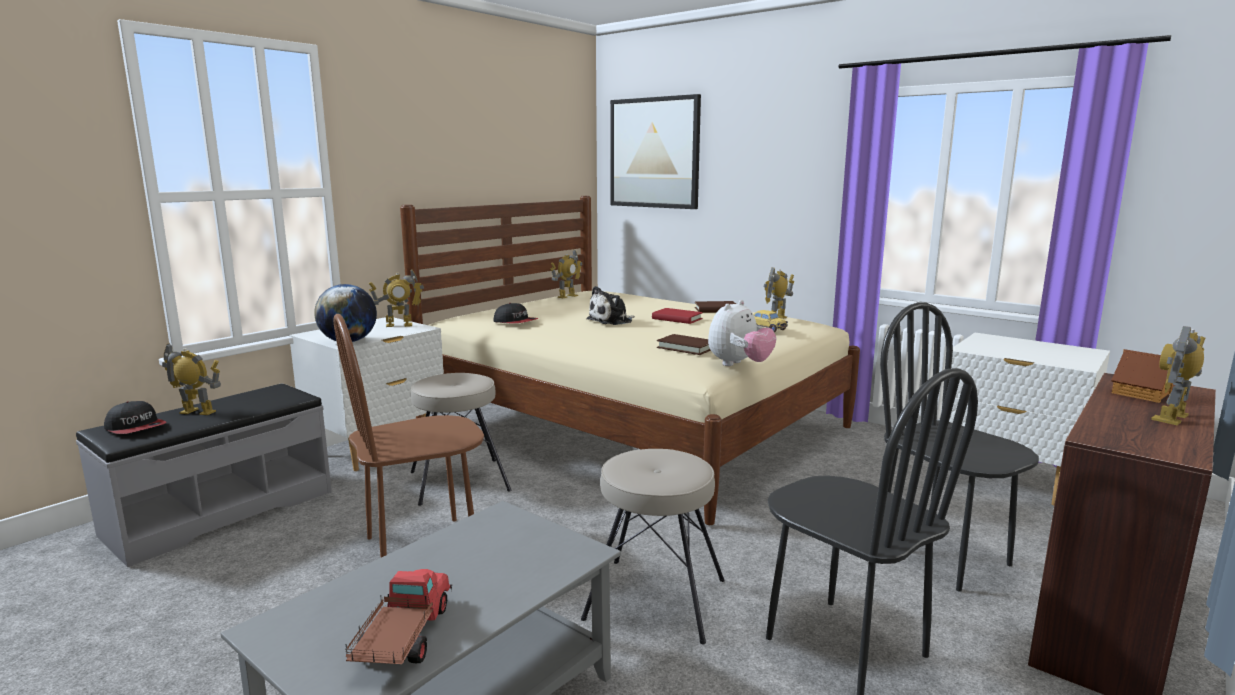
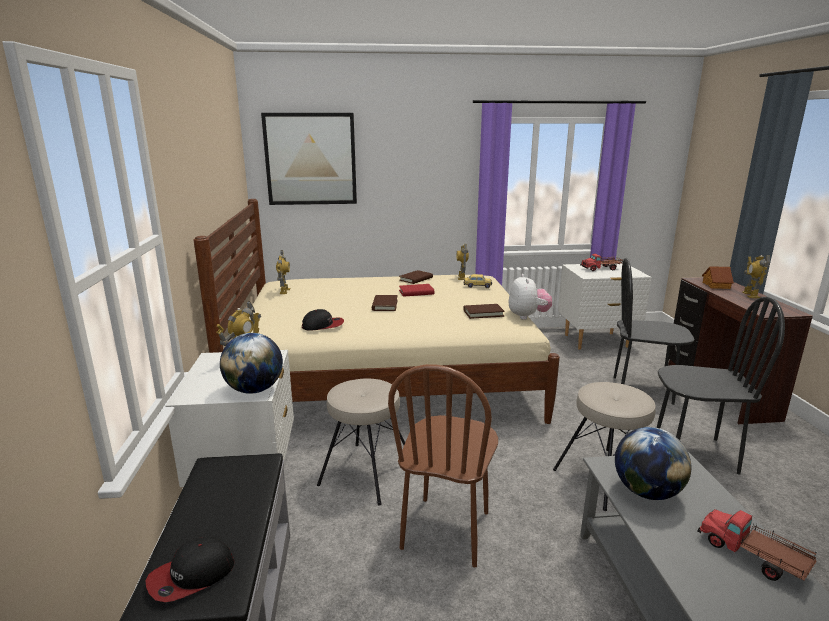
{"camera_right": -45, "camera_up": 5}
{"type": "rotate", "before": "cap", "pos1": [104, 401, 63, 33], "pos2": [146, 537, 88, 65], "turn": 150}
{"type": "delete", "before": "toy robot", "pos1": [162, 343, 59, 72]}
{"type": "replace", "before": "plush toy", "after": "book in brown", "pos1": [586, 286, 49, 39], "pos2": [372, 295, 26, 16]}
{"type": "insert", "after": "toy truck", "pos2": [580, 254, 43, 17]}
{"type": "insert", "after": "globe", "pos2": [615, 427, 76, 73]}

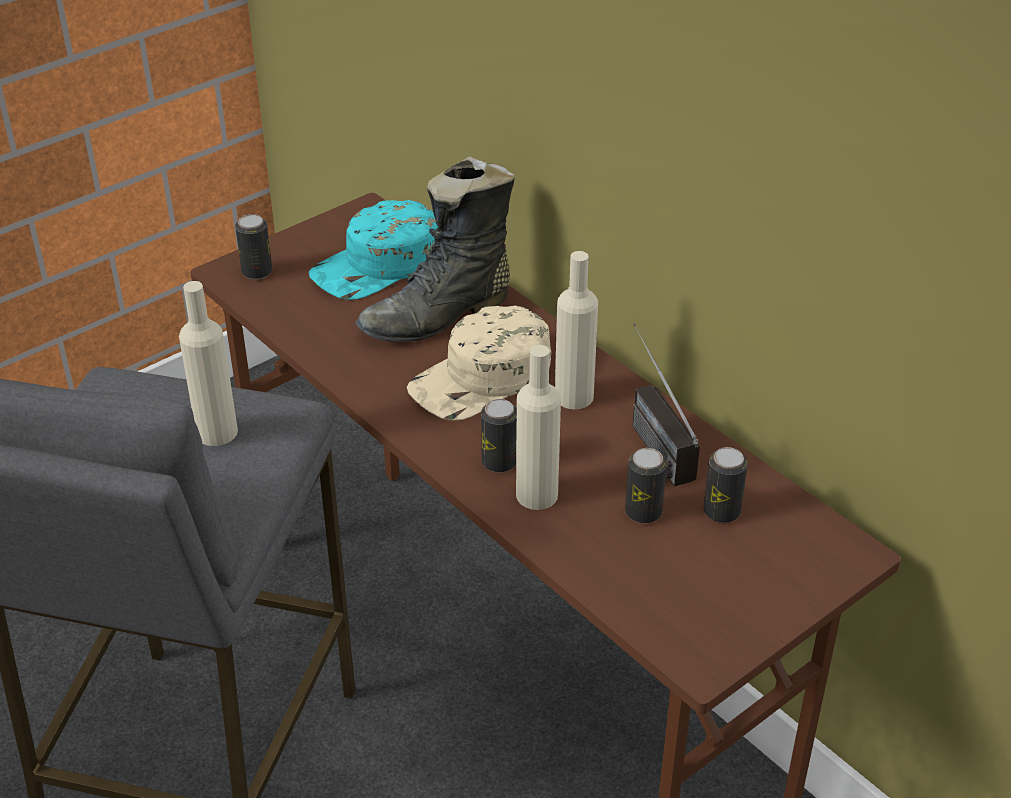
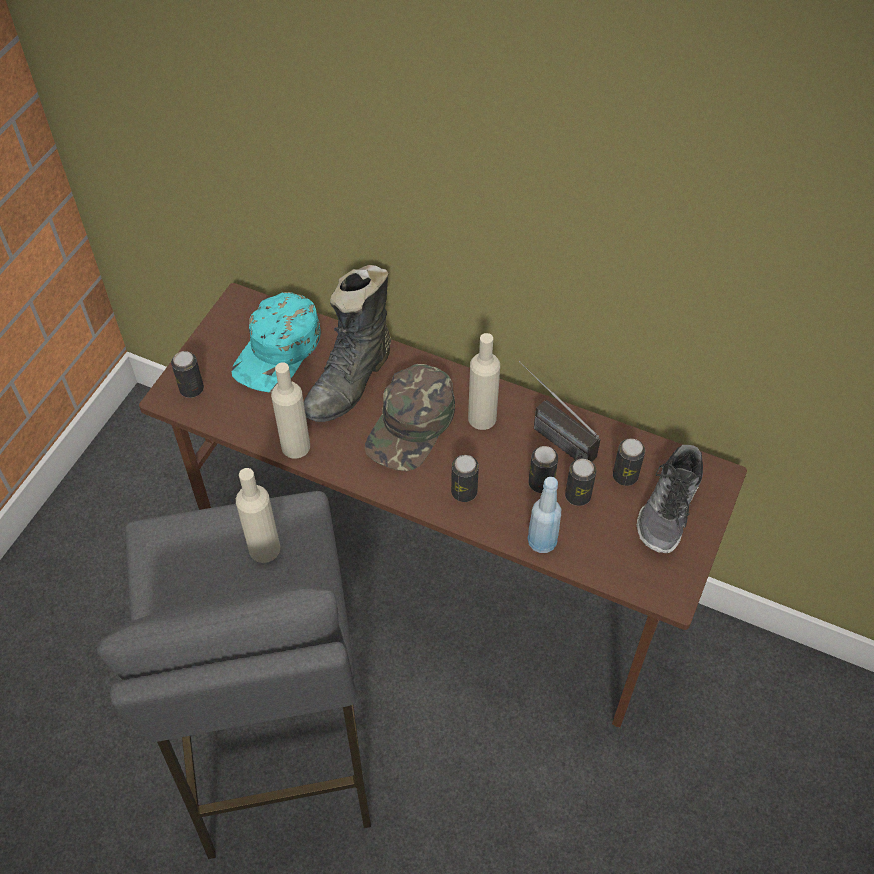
{"camera_right": -25, "camera_up": 15}
{"type": "recolor", "before": "cap in beige", "after": "cap in green", "pos1": [407, 305, 144, 115], "pos2": [365, 364, 90, 107]}
{"type": "move", "before": "bottle in beige", "pos1": [516, 345, 45, 165], "pos2": [271, 362, 39, 97]}
{"type": "insert", "after": "bottle in blue", "pos2": [528, 477, 33, 76]}
{"type": "insert", "after": "can", "pos2": [529, 446, 29, 47]}
{"type": "insert", "after": "shoe", "pos2": [637, 445, 66, 108]}

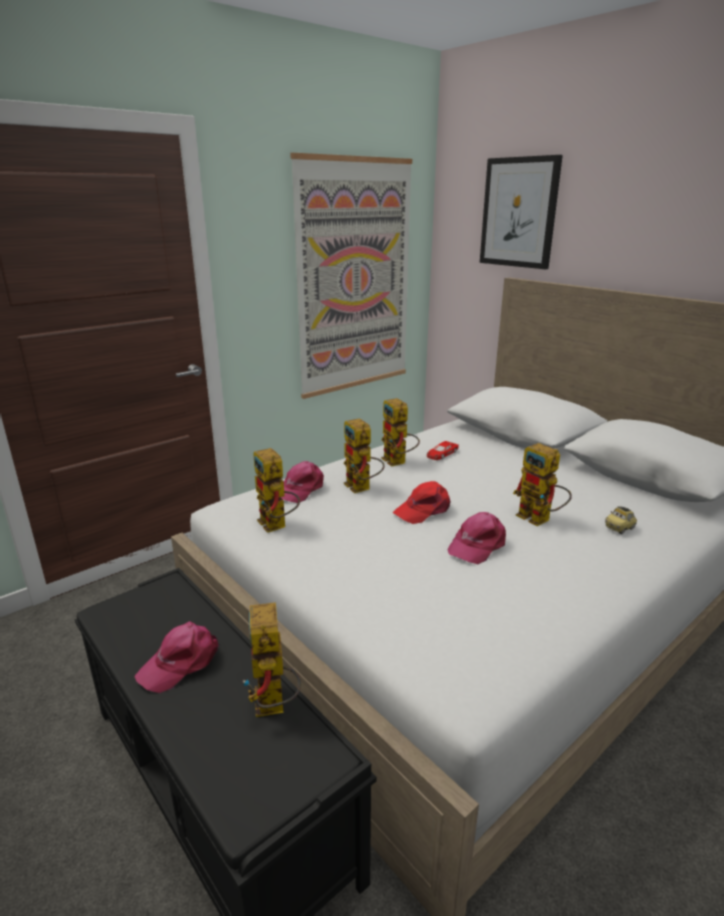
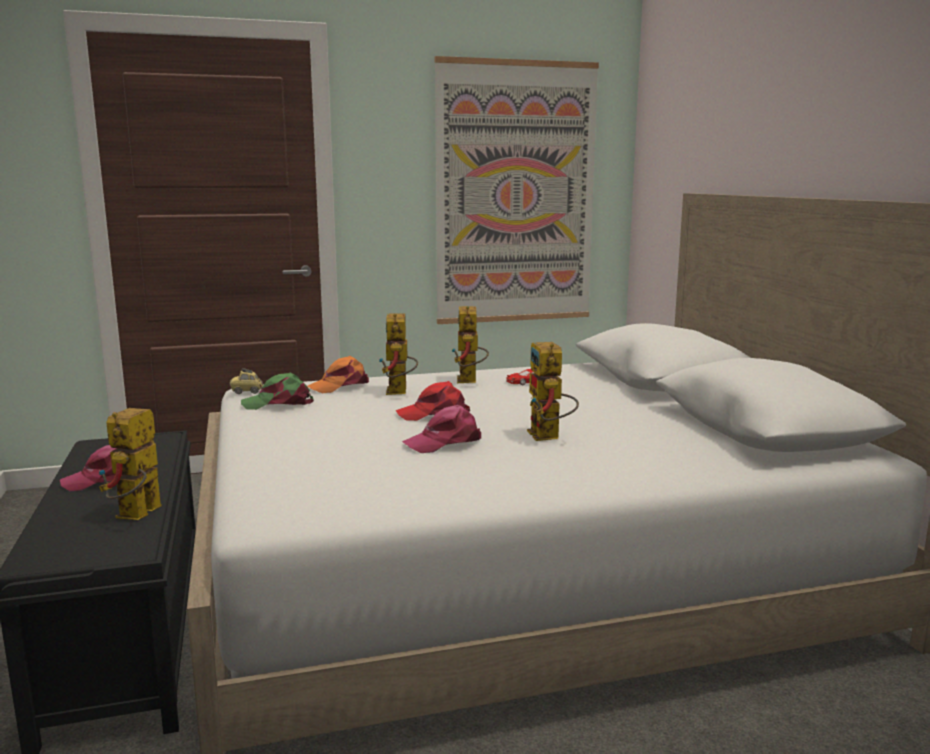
{"camera_right": 25, "camera_up": -10}
{"type": "replace", "before": "toy robot", "after": "cap in green", "pos1": [253, 448, 47, 85], "pos2": [241, 372, 73, 38]}
{"type": "recolor", "before": "cap in pink", "after": "cap in orange", "pos1": [281, 461, 43, 42], "pos2": [307, 356, 62, 38]}
{"type": "delete", "before": "picture", "pos1": [480, 155, 83, 114]}
{"type": "move", "before": "toy car", "pos1": [605, 506, 32, 28], "pos2": [230, 368, 34, 26]}

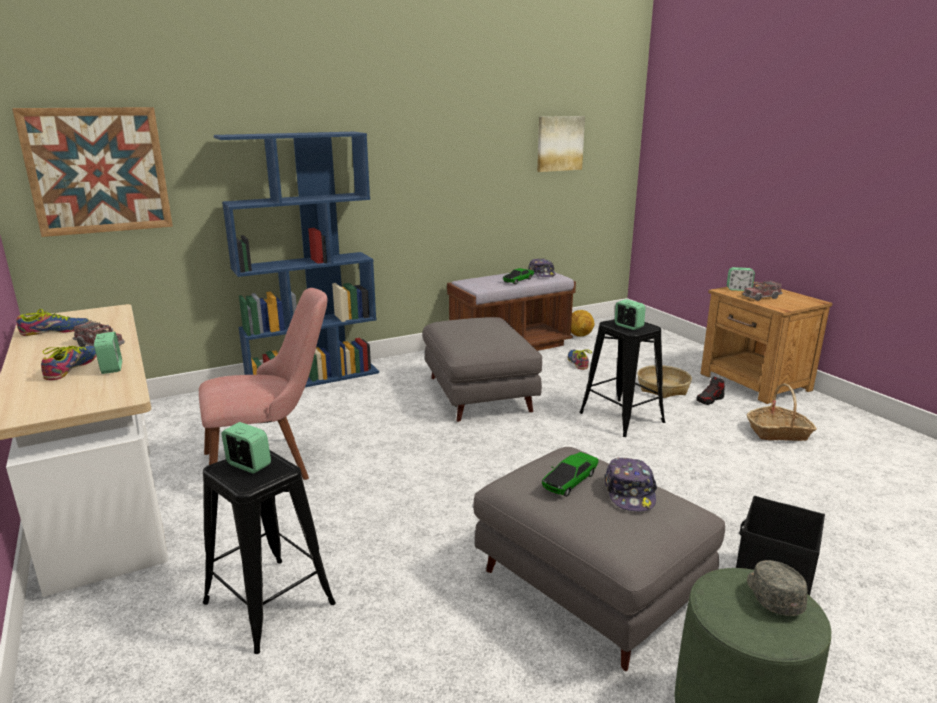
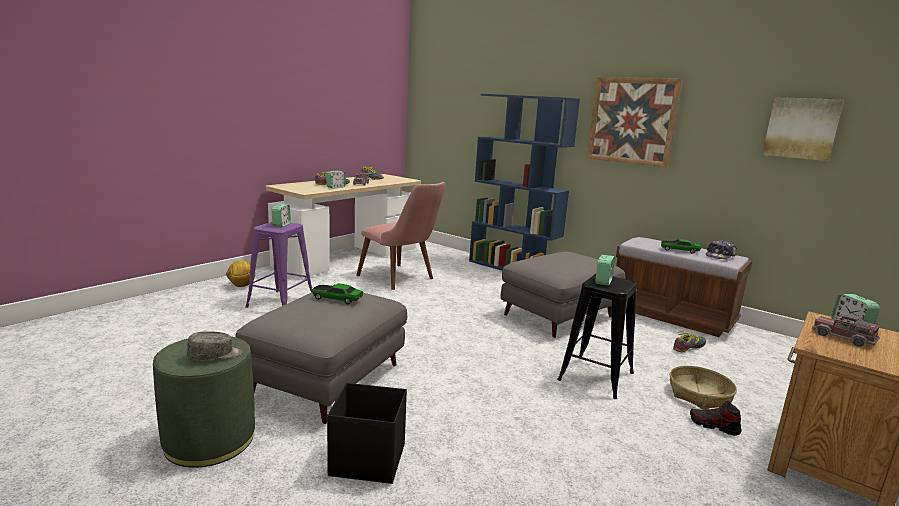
{"camera_right": 65, "camera_up": -5}
{"type": "move", "before": "picture", "pos1": [12, 107, 161, 130], "pos2": [587, 77, 96, 91]}
{"type": "recolor", "before": "stool in black", "after": "stool in purple", "pos1": [203, 450, 133, 204], "pos2": [245, 222, 68, 86]}
{"type": "move", "before": "football", "pos1": [571, 310, 23, 27], "pos2": [226, 260, 29, 27]}
{"type": "delete", "before": "cap", "pos1": [605, 457, 53, 55]}
{"type": "delete", "before": "basket", "pos1": [747, 383, 70, 58]}

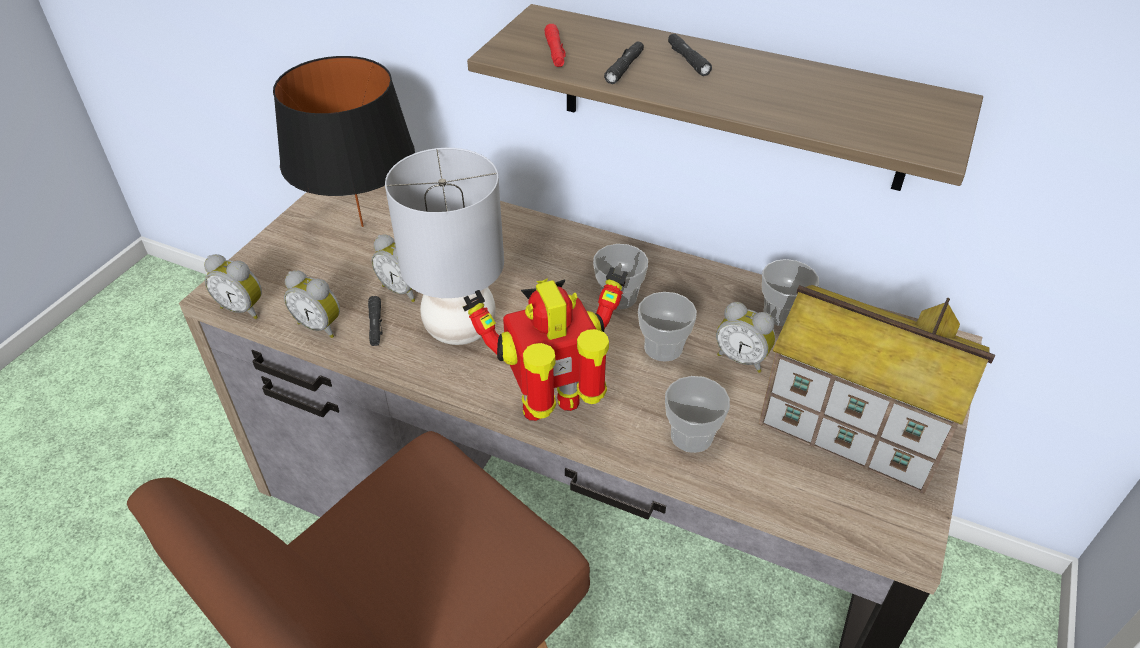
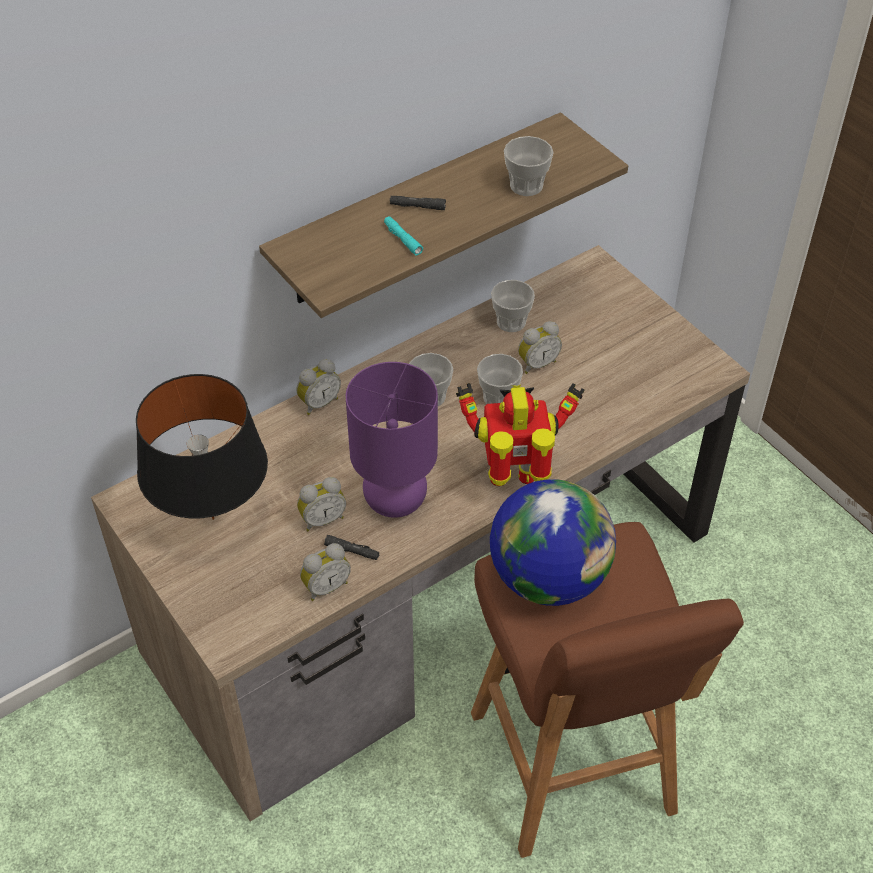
{"camera_right": -60, "camera_up": 5}
{"type": "move", "before": "alarm clock", "pos1": [204, 254, 58, 65], "pos2": [297, 359, 44, 56]}
{"type": "recolor", "before": "table lamp in grey", "after": "table lamp in purple", "pos1": [385, 148, 119, 197], "pos2": [346, 362, 92, 156]}
{"type": "rotate", "before": "toy robot", "pos1": [463, 267, 165, 154], "pos2": [456, 383, 129, 103], "turn": 75}
{"type": "delete", "before": "flashlight in red", "pos1": [545, 24, 21, 43]}
{"type": "recolor", "before": "flashlight in black", "after": "flashlight in turquoise", "pos1": [604, 41, 40, 43], "pos2": [384, 216, 39, 40]}
{"type": "move", "before": "cup", "pos1": [665, 376, 65, 77], "pos2": [504, 136, 50, 60]}
{"type": "delete", "before": "toy house", "pos1": [759, 285, 236, 209]}
{"type": "insert", "after": "globe", "pos2": [490, 479, 126, 127]}

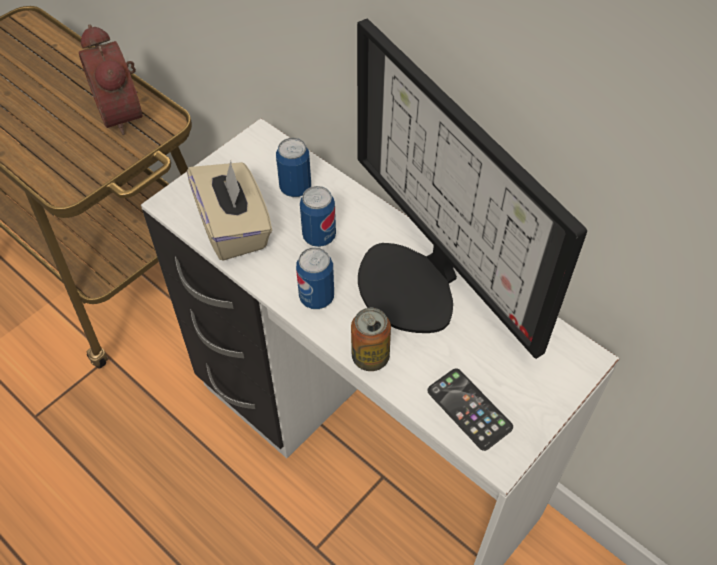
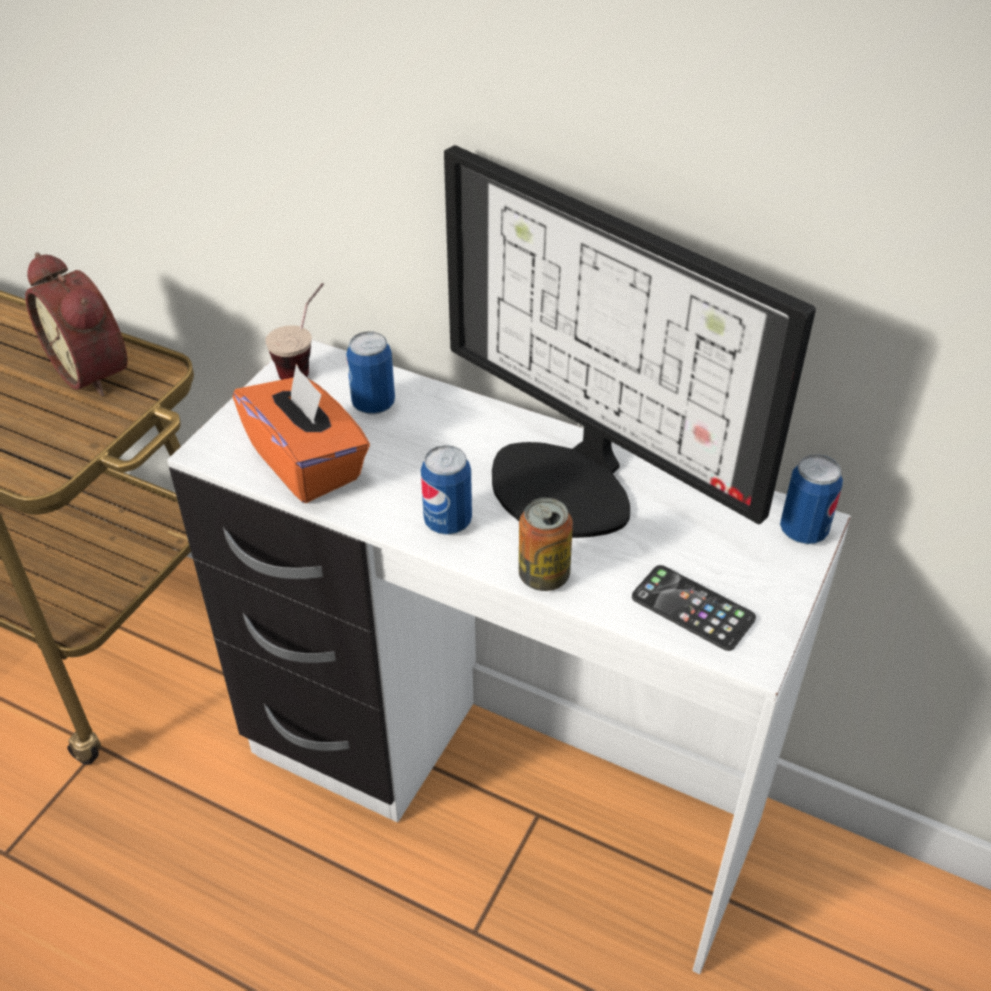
{"camera_right": -15, "camera_up": -10}
{"type": "recolor", "before": "tissue box in beige", "after": "tissue box in orange", "pos1": [187, 161, 85, 100], "pos2": [233, 363, 137, 140]}
{"type": "move", "before": "can", "pos1": [300, 186, 36, 61], "pos2": [780, 454, 63, 90]}
{"type": "insert", "after": "cup", "pos2": [266, 283, 58, 97]}

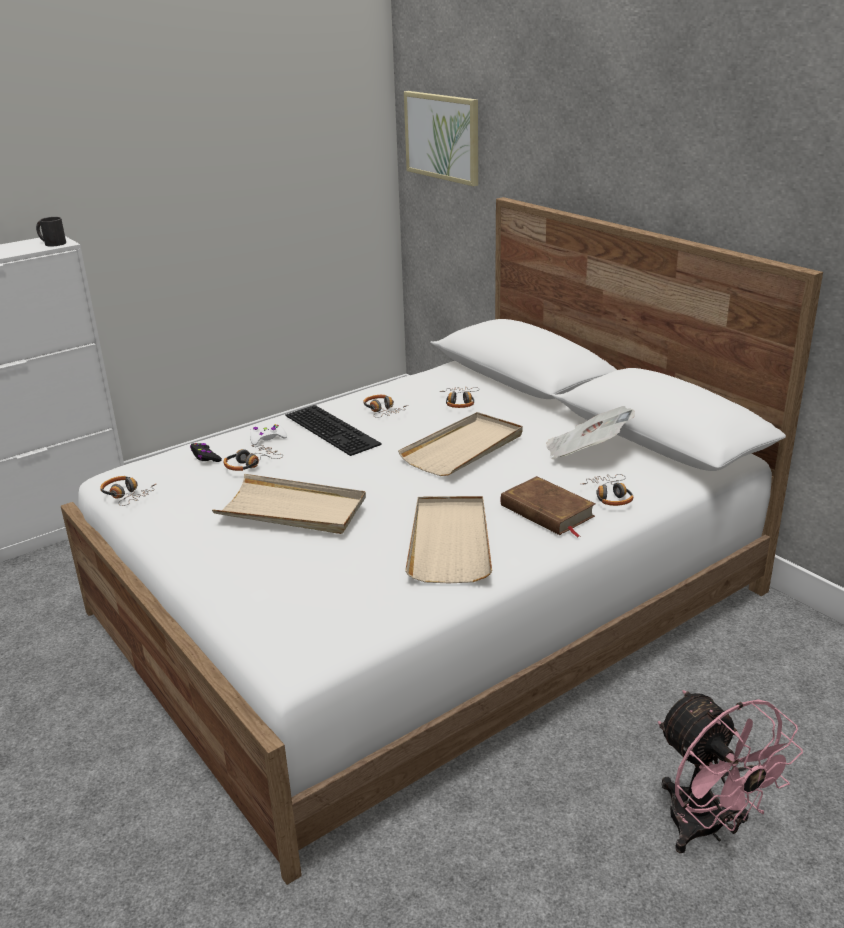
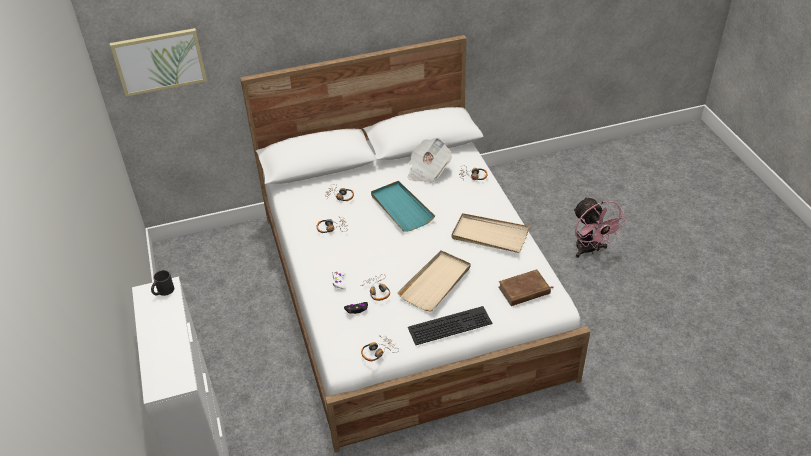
{"camera_right": -70, "camera_up": 15}
{"type": "move", "before": "keyboard", "pos1": [285, 405, 97, 51], "pos2": [408, 306, 84, 39]}
{"type": "recolor", "before": "tray in beige", "after": "tray in turquoise", "pos1": [398, 412, 124, 64], "pos2": [371, 181, 64, 51]}
{"type": "move", "before": "book in brown", "pos1": [501, 476, 94, 61], "pos2": [499, 270, 55, 36]}
{"type": "rotate", "before": "fan in pink", "pos1": [658, 690, 145, 163], "pos2": [573, 197, 54, 61], "turn": 75}

